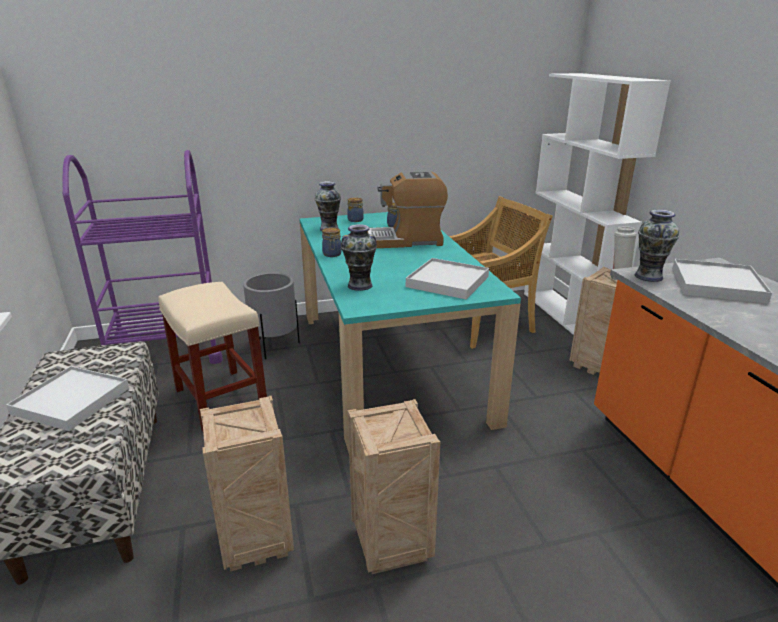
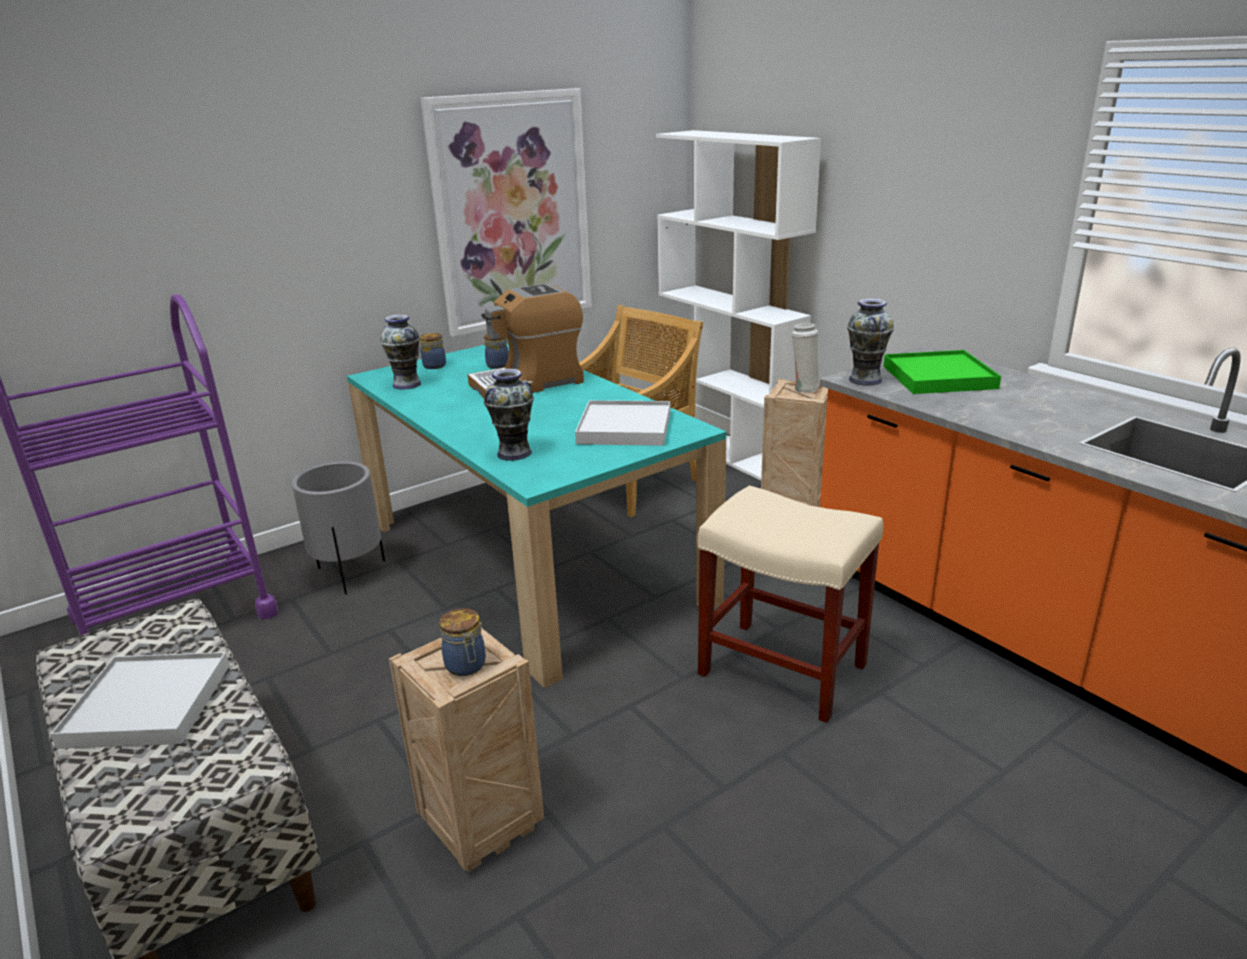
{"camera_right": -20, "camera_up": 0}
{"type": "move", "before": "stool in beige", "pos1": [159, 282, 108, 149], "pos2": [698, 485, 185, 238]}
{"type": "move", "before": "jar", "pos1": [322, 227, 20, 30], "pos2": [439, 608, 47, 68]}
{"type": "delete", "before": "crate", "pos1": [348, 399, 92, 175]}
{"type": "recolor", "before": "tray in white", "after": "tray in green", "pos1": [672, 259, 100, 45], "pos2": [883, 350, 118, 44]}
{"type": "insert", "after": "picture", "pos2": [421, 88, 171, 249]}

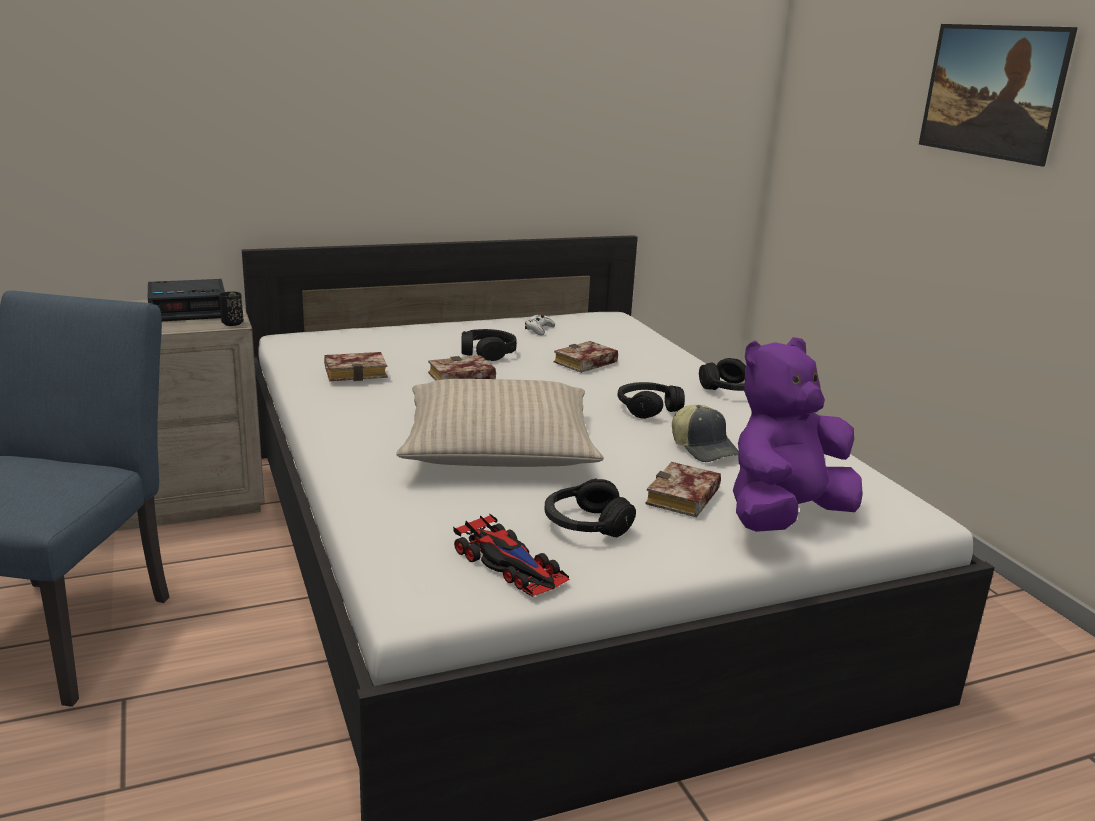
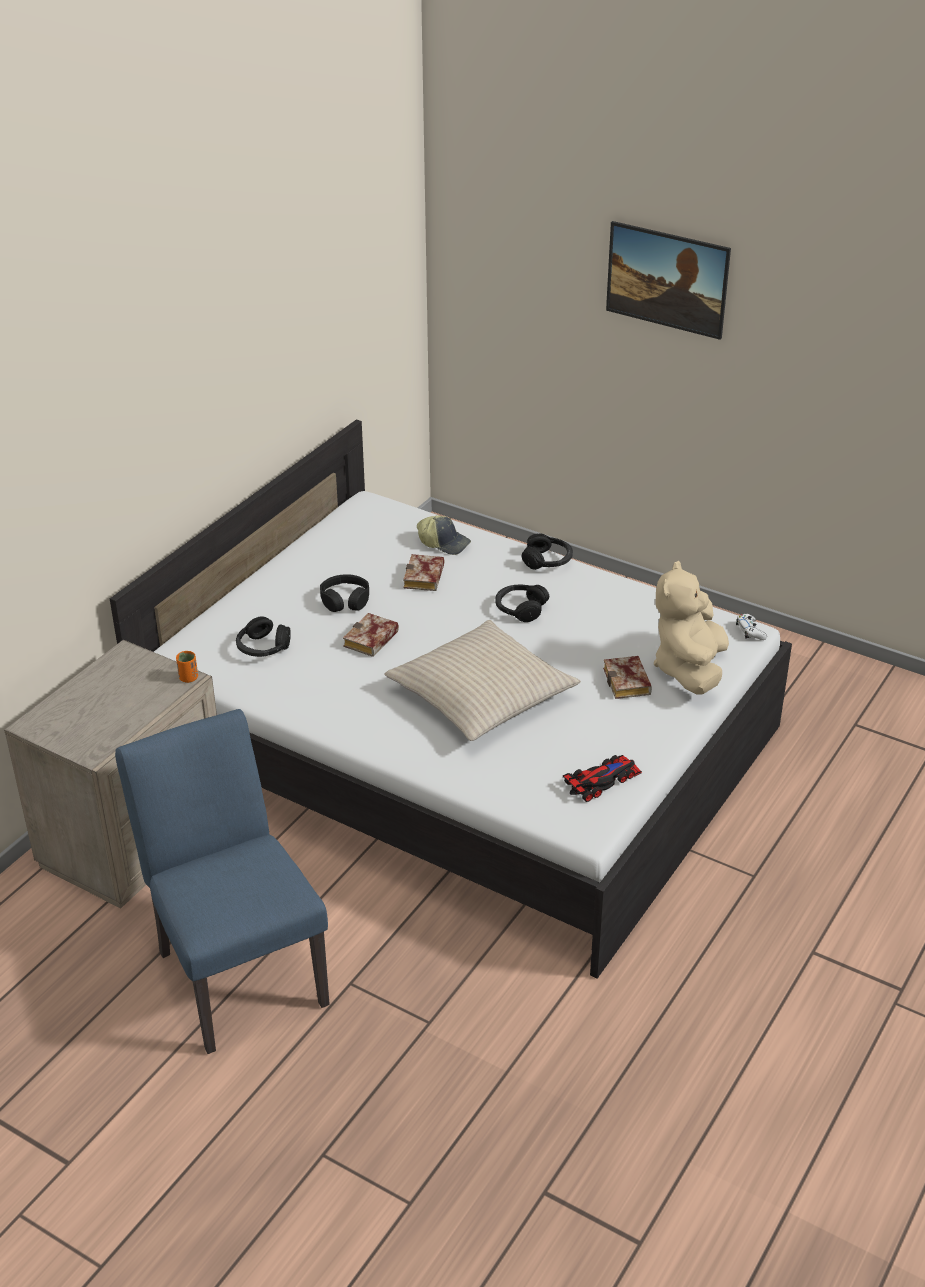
{"camera_right": -35, "camera_up": 15}
{"type": "delete", "before": "alarm clock", "pos1": [148, 279, 77, 42]}
{"type": "recolor", "before": "cup in black", "after": "cup in orange", "pos1": [219, 291, 24, 35], "pos2": [176, 651, 22, 32]}
{"type": "delete", "before": "book", "pos1": [324, 352, 63, 29]}
{"type": "rotate", "before": "toy car", "pos1": [453, 513, 116, 84], "pos2": [563, 755, 79, 47], "turn": -45}
{"type": "move", "before": "game controller in white", "pos1": [525, 314, 30, 21], "pos2": [736, 614, 31, 26]}
{"type": "move", "before": "headphones in black", "pos1": [544, 479, 92, 58], "pos2": [236, 616, 55, 41]}
{"type": "move", "before": "cap", "pos1": [672, 405, 67, 57], "pos2": [417, 515, 54, 40]}
{"type": "recolor", "before": "plush toy in purple", "after": "plush toy in beige", "pos1": [733, 337, 130, 195], "pos2": [654, 561, 75, 133]}

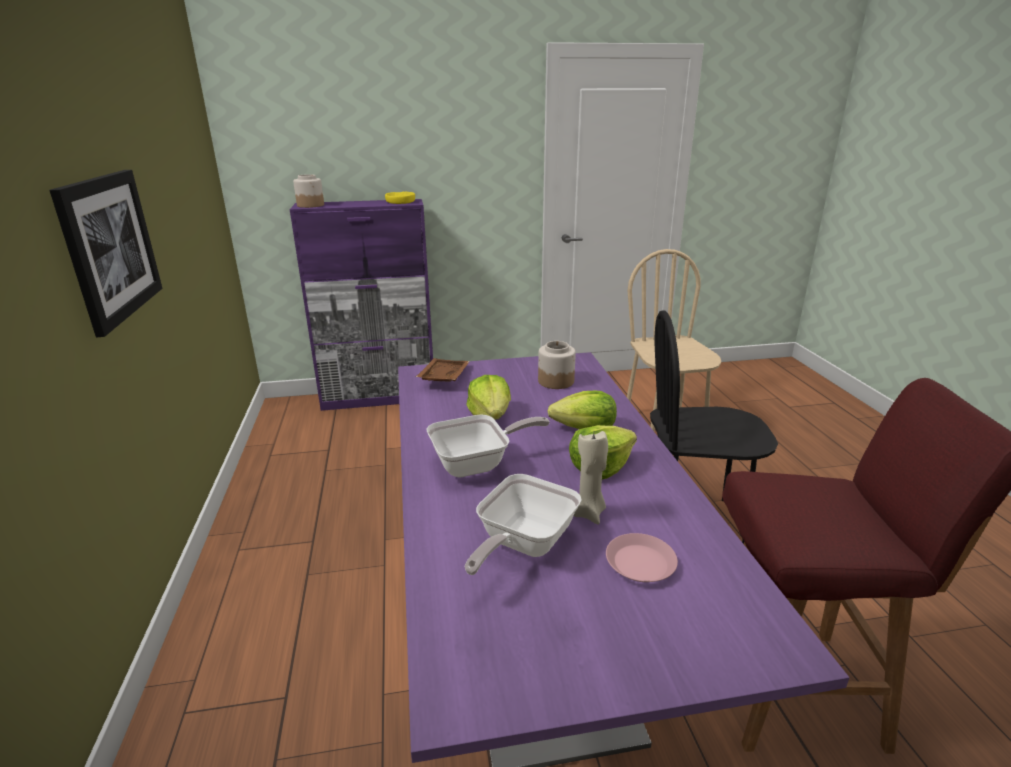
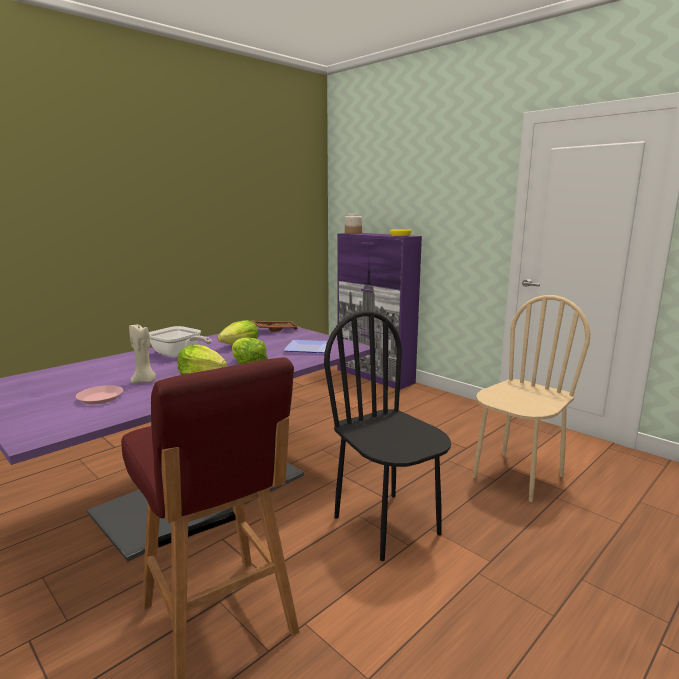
{"camera_right": 55, "camera_up": -10}
{"type": "delete", "before": "picture", "pos1": [49, 170, 113, 167]}
{"type": "delete", "before": "frying pan", "pos1": [465, 474, 117, 101]}
{"type": "replace", "before": "jar", "after": "plate", "pos1": [538, 341, 38, 48], "pos2": [283, 340, 45, 13]}

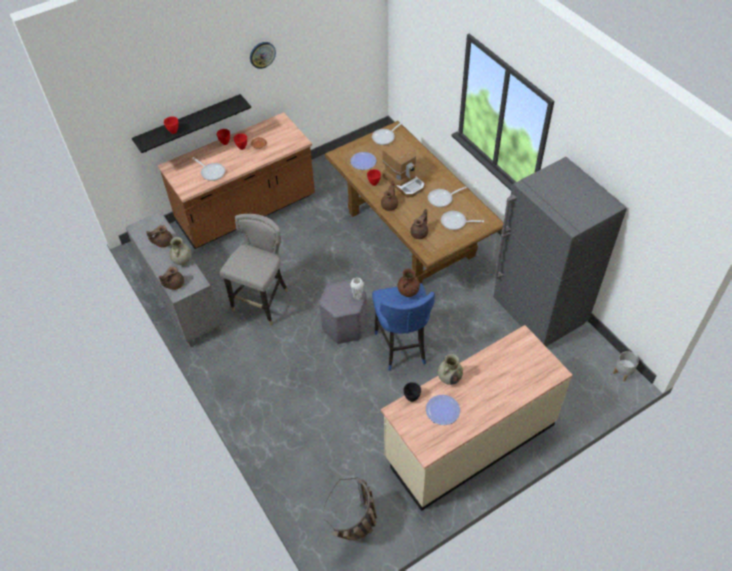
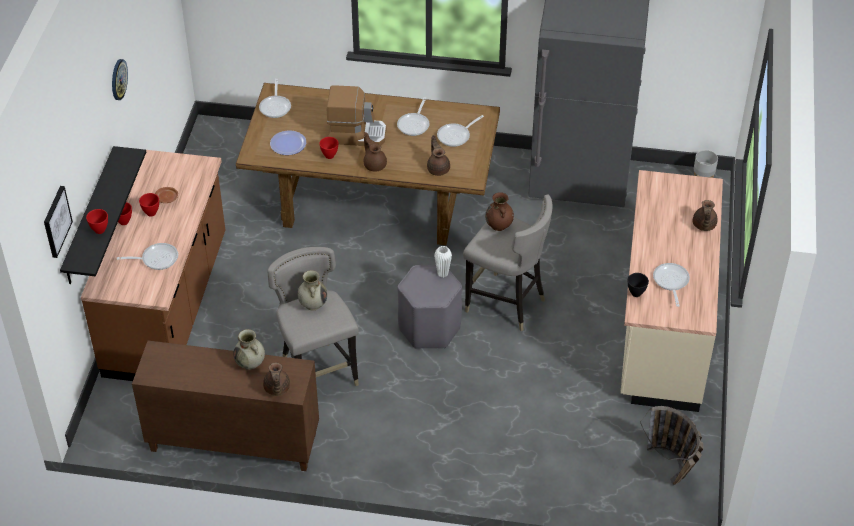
{"camera_right": -50, "camera_up": -5}
{"type": "recolor", "before": "cabinet in grey", "after": "cabinet in brown", "pos1": [126, 211, 96, 136], "pos2": [132, 341, 187, 130]}
{"type": "move", "before": "teapot in brown", "pos1": [146, 225, 27, 23], "pos2": [693, 200, 25, 31]}
{"type": "recolor", "before": "stool in blue", "after": "stool in grey", "pos1": [372, 283, 63, 88], "pos2": [463, 195, 90, 136]}
{"type": "replace", "before": "plate", "after": "frying pan", "pos1": [426, 395, 34, 30], "pos2": [653, 263, 37, 44]}
{"type": "move", "before": "vase in beige", "pos1": [438, 354, 25, 31], "pos2": [298, 270, 29, 40]}
{"type": "insert", "after": "picture", "pos2": [44, 186, 29, 72]}

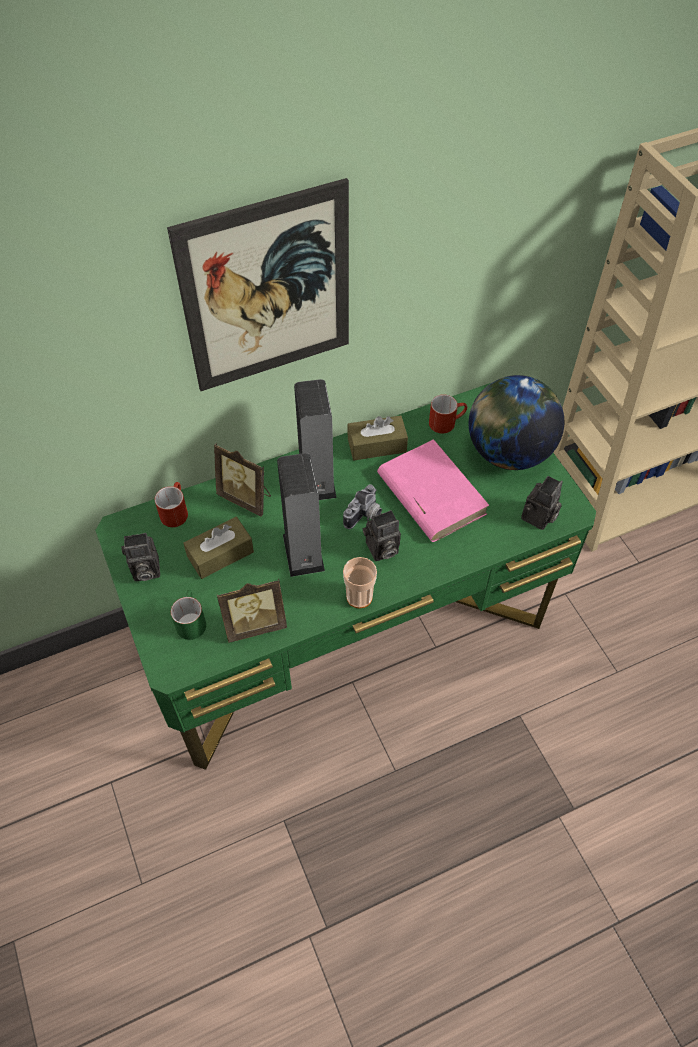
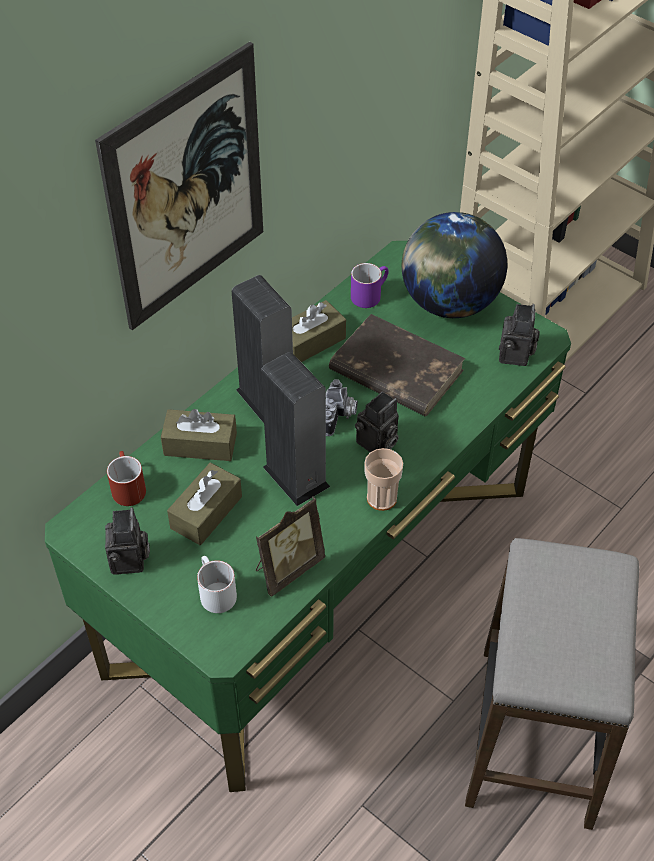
{"camera_right": -25, "camera_up": -5}
{"type": "rotate", "before": "photo camera", "pos1": [121, 533, 39, 48], "pos2": [105, 507, 45, 68], "turn": -60}
{"type": "recolor", "before": "mug in green", "after": "mug in white", "pos1": [171, 590, 35, 50], "pos2": [197, 556, 40, 57]}
{"type": "replace", "before": "picture frame", "after": "tissue box in brown", "pos1": [214, 443, 57, 73], "pos2": [161, 409, 76, 52]}
{"type": "recolor", "before": "book in pink", "after": "book in brown", "pos1": [377, 439, 113, 103], "pos2": [329, 314, 136, 102]}
{"type": "recolor", "before": "mug in red", "after": "mug in purple", "pos1": [429, 394, 38, 40], "pos2": [351, 263, 38, 45]}
{"type": "insert", "after": "stool", "pos2": [465, 538, 174, 292]}

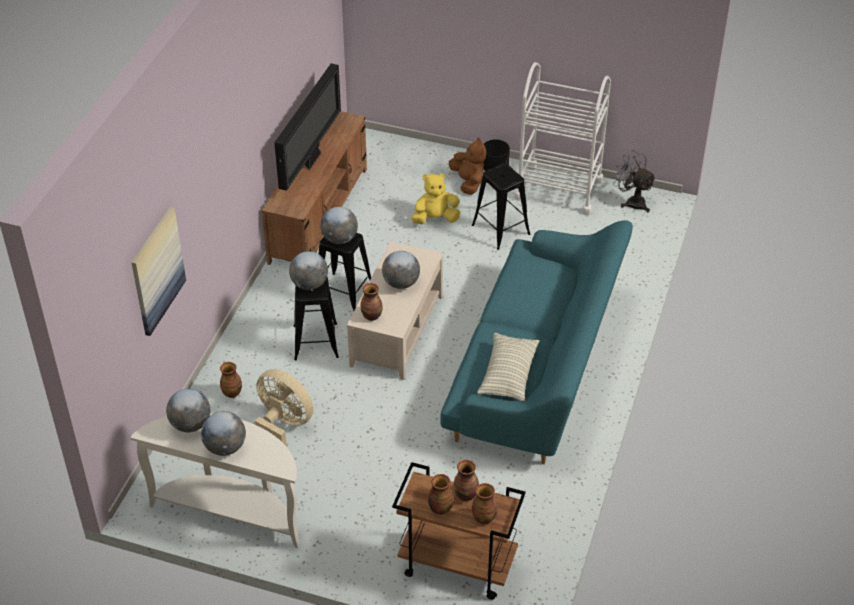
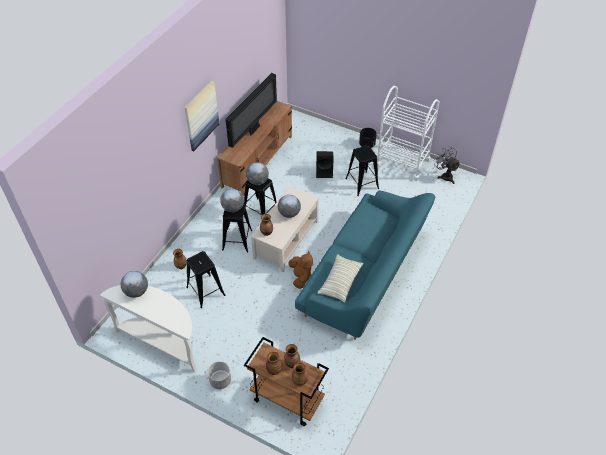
{"camera_right": 10, "camera_up": 5}
{"type": "move", "before": "picture", "pos1": [131, 207, 55, 129], "pos2": [185, 81, 34, 70]}
{"type": "delete", "before": "globe", "pos1": [201, 411, 45, 45]}
{"type": "replace", "before": "fan in beige", "after": "stool in black", "pos1": [255, 369, 59, 78], "pos2": [186, 251, 39, 57]}
{"type": "replace", "before": "plush toy in yellow", "after": "speaker in black", "pos1": [411, 174, 49, 50], "pos2": [316, 151, 18, 27]}
{"type": "move", "before": "plush toy in brown", "pos1": [449, 137, 37, 58], "pos2": [289, 251, 24, 38]}
{"type": "insert", "after": "planter in grey", "pos2": [208, 361, 23, 28]}

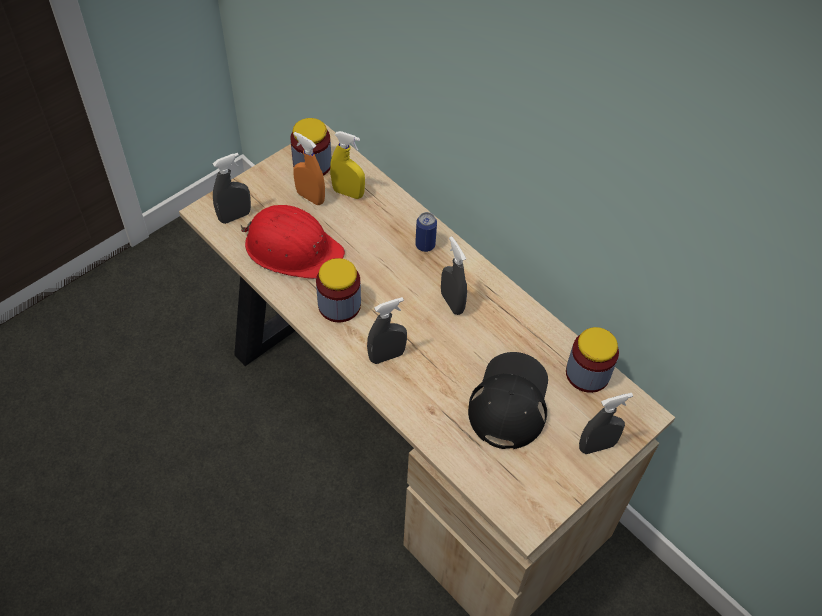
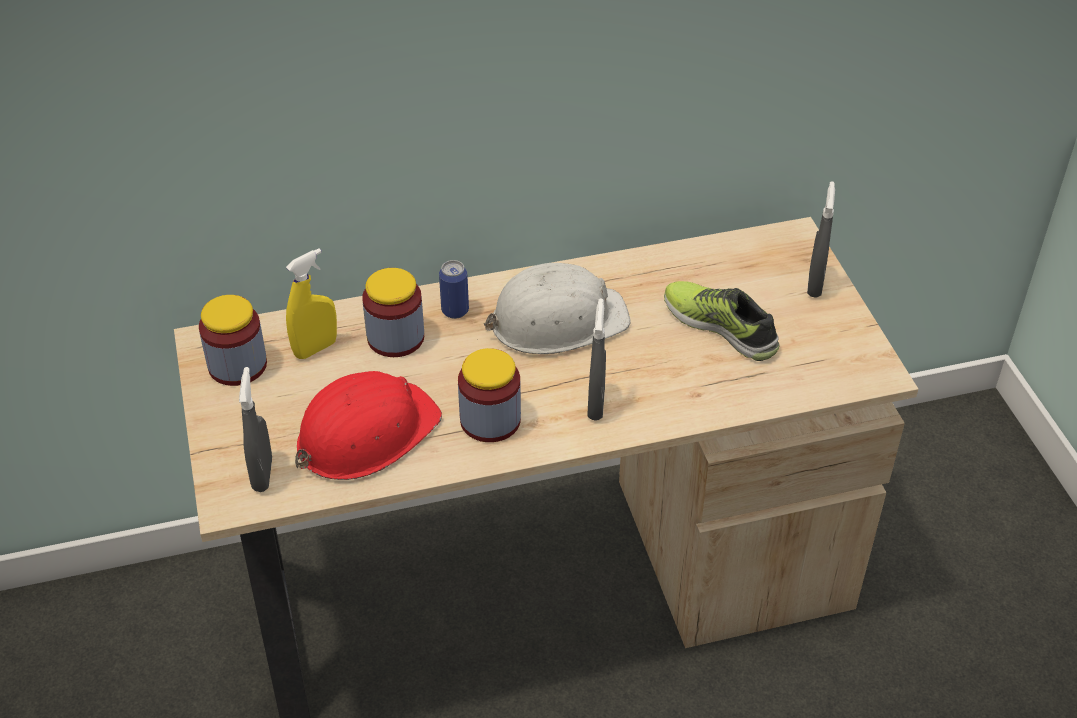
{"camera_right": -60, "camera_up": -10}
{"type": "delete", "before": "spray bottle in orange", "pos1": [293, 132, 32, 73]}
{"type": "replace", "before": "spray bottle in grey", "after": "hard hat in white", "pos1": [441, 236, 26, 79], "pos2": [484, 263, 147, 91]}
{"type": "replace", "before": "cap in black", "after": "shoe", "pos1": [468, 352, 80, 97], "pos2": [664, 281, 116, 80]}
{"type": "move", "before": "jar", "pos1": [566, 327, 53, 66], "pos2": [362, 268, 62, 89]}

